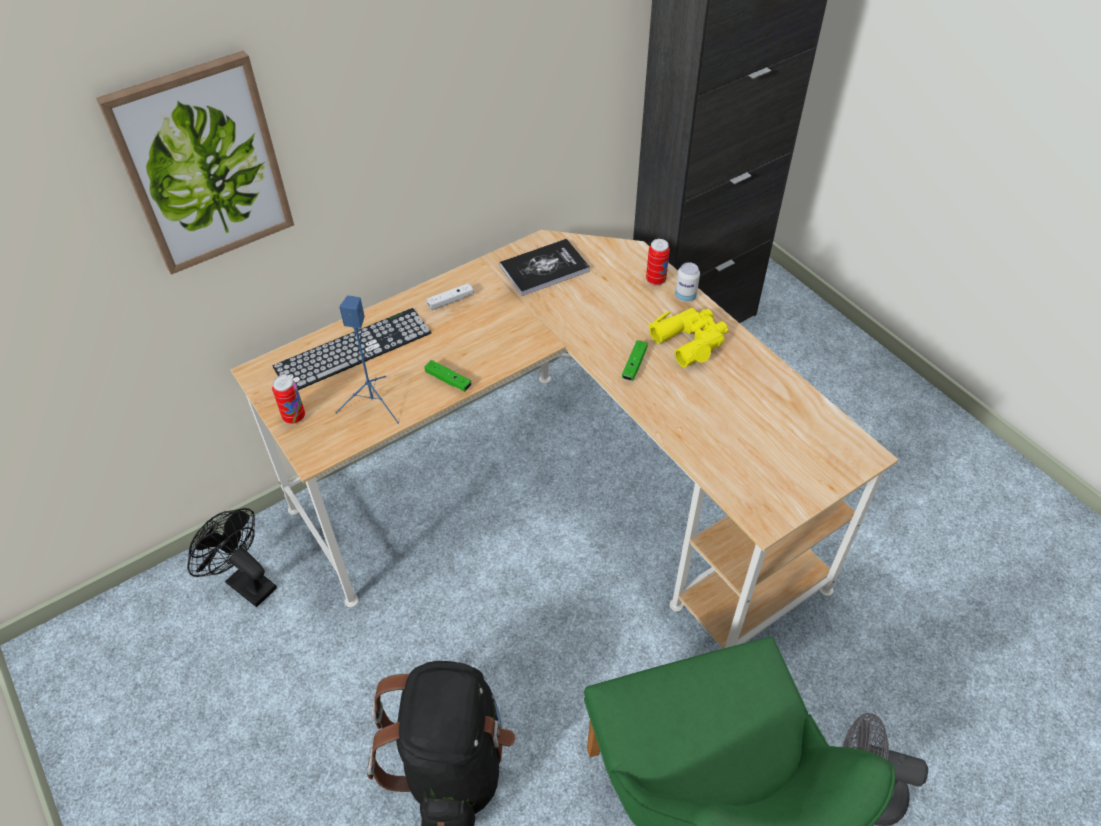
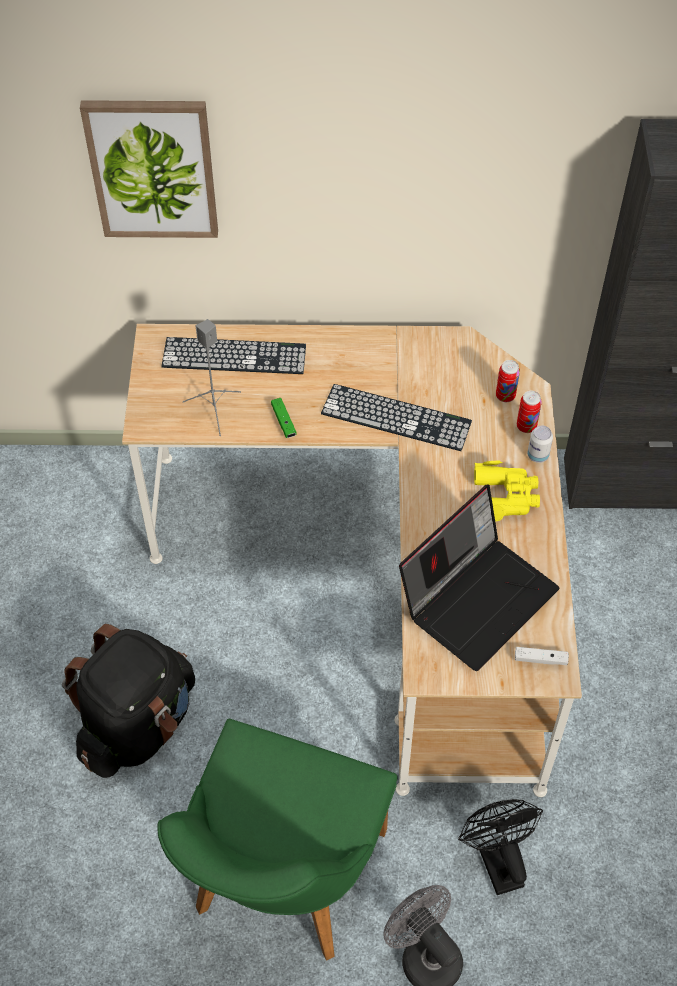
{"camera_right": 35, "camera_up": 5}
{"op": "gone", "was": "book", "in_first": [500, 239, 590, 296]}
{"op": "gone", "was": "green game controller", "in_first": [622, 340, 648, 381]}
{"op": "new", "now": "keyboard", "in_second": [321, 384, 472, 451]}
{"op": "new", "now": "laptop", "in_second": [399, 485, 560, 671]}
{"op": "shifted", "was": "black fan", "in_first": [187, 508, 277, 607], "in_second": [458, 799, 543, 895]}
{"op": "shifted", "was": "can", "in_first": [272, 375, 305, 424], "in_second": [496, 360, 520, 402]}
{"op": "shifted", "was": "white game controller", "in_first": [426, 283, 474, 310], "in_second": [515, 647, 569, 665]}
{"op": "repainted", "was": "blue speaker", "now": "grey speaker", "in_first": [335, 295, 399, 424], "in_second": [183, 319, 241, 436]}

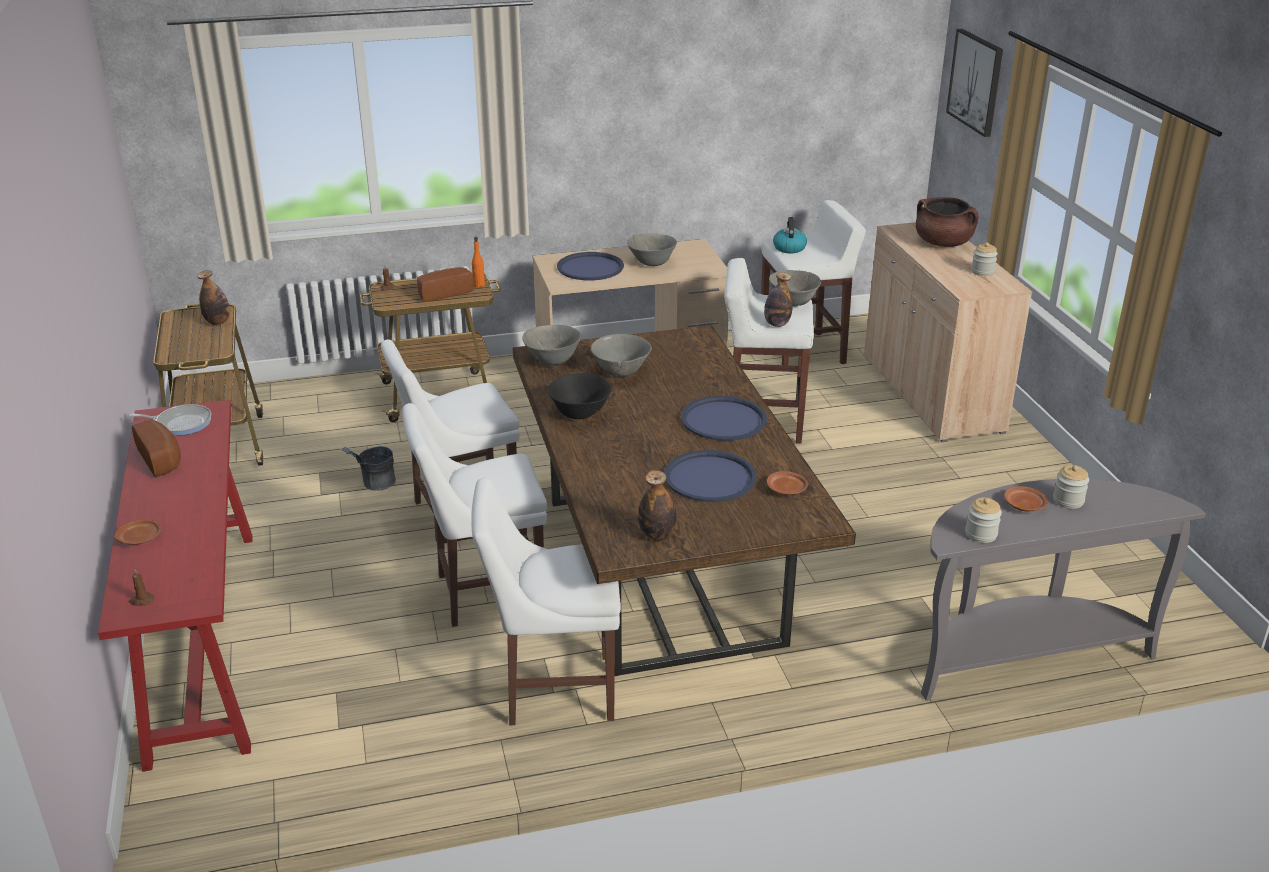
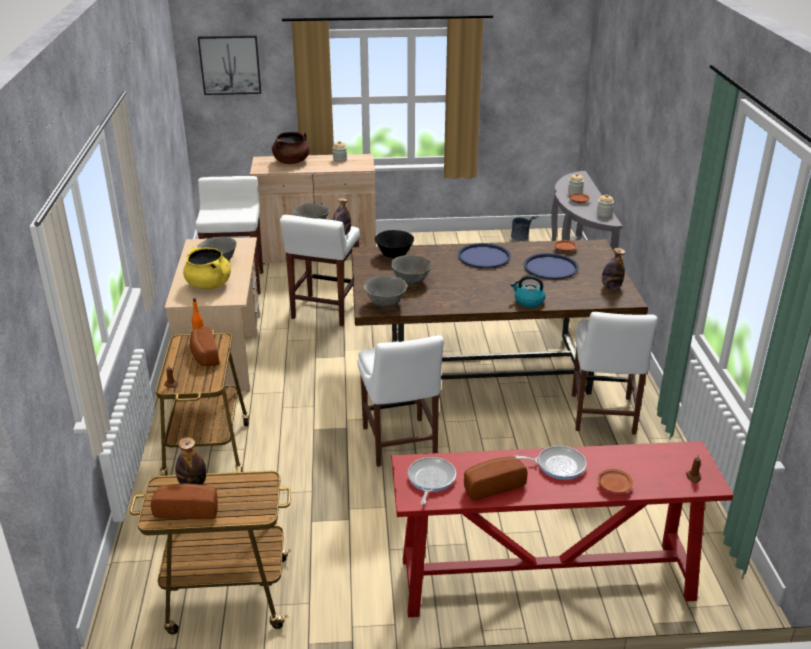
{"camera_right": -80, "camera_up": 0}
{"op": "gone", "was": "white chair", "in_first": [402, 403, 547, 627]}
{"op": "new", "now": "bread", "in_second": [151, 484, 218, 519]}
{"op": "new", "now": "frying pan", "in_second": [514, 446, 586, 480]}
{"op": "shifted", "was": "grey bucket", "in_first": [342, 446, 396, 491], "in_second": [511, 215, 539, 241]}
{"op": "shifted", "was": "black bowl", "in_first": [548, 373, 611, 419], "in_second": [375, 230, 414, 258]}
{"op": "shifted", "was": "kettle", "in_first": [773, 217, 807, 253], "in_second": [511, 275, 546, 308]}
{"op": "swapped", "was": "blue tray", "now": "yellow cooking pot", "in_first": [557, 252, 624, 280], "in_second": [183, 248, 231, 290]}

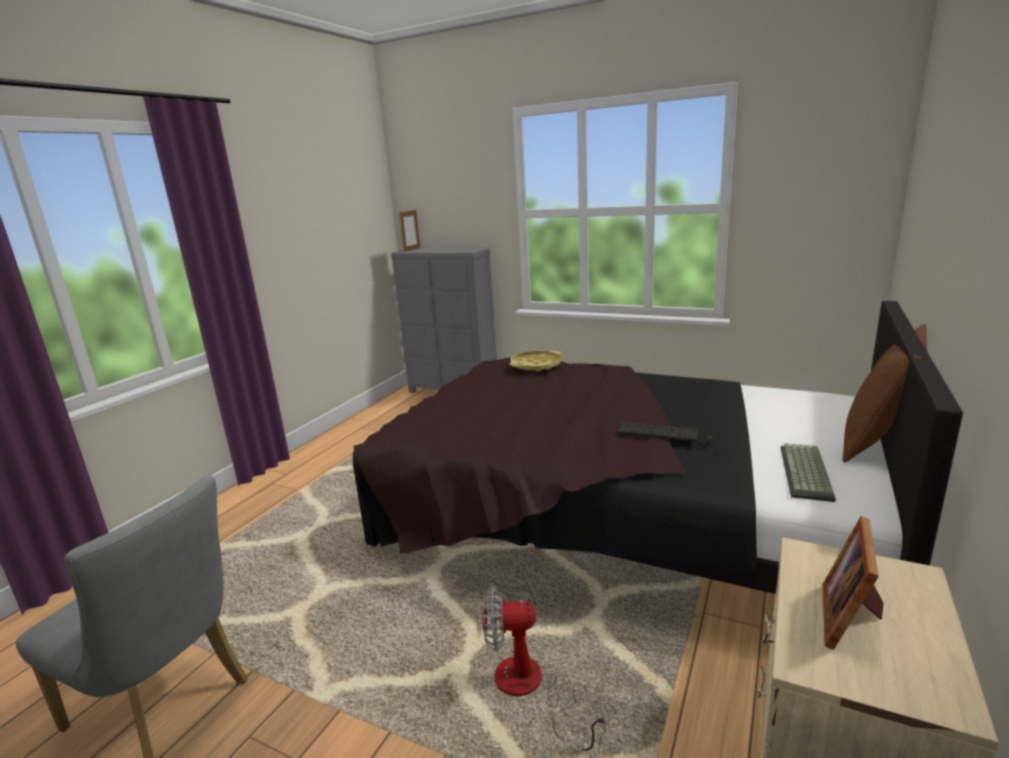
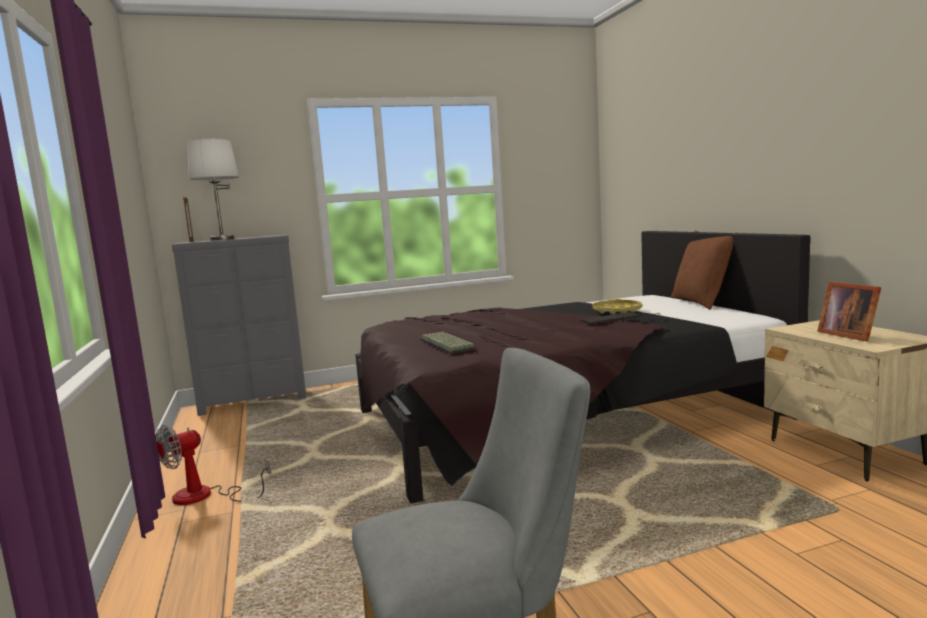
{"camera_right": -45, "camera_up": -10}
{"op": "new", "now": "white table lamp", "in_second": [187, 139, 239, 241]}
{"op": "shifted", "was": "fan", "in_first": [482, 585, 605, 751], "in_second": [156, 425, 271, 505]}
{"op": "shifted", "was": "yellow tray", "in_first": [510, 351, 562, 372], "in_second": [592, 299, 643, 314]}
{"op": "shifted", "was": "keyboard", "in_first": [781, 443, 836, 502], "in_second": [420, 332, 476, 354]}

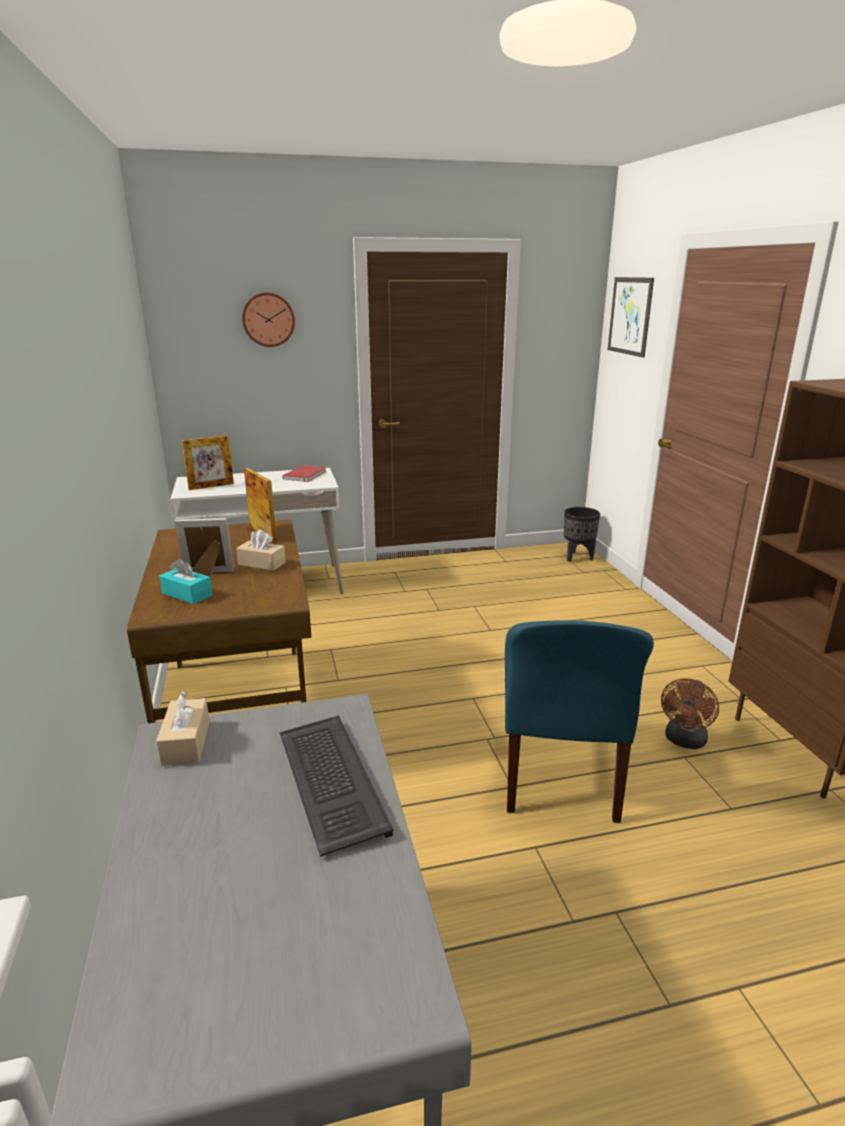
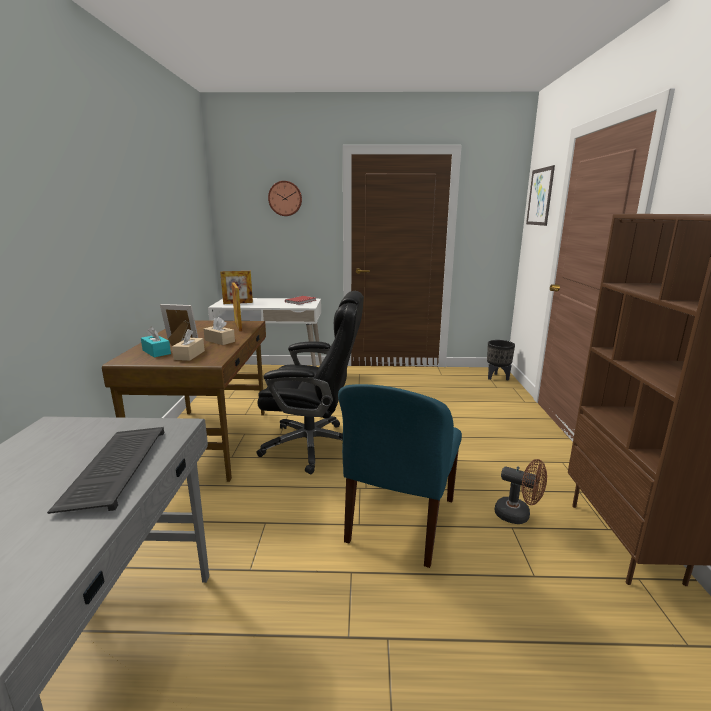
{"camera_right": 15, "camera_up": -5}
{"op": "new", "now": "black office chair", "in_second": [257, 291, 364, 474]}
{"op": "shifted", "was": "beige tissue box", "in_first": [156, 691, 210, 766], "in_second": [172, 329, 205, 361]}
{"op": "rotated", "was": "brown fan", "in_first": [661, 678, 719, 749], "in_second": [495, 459, 547, 524], "clockwise": -105}

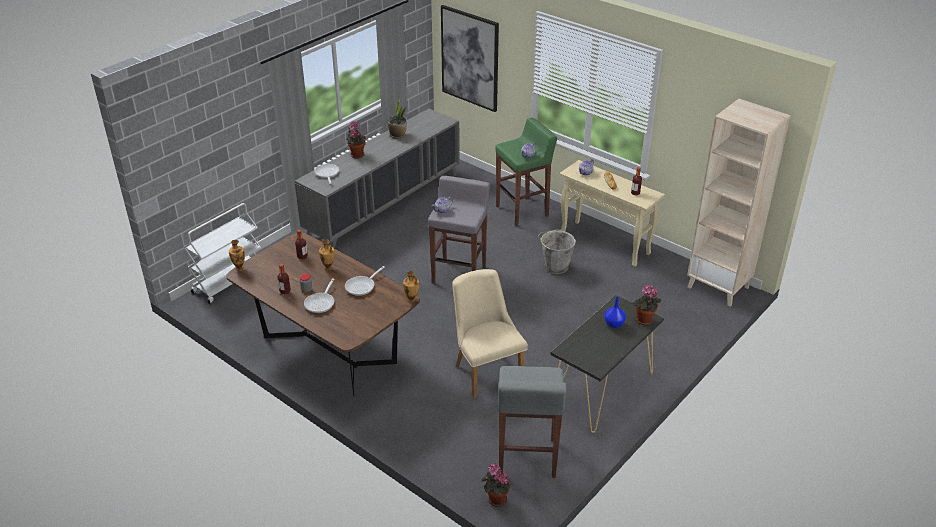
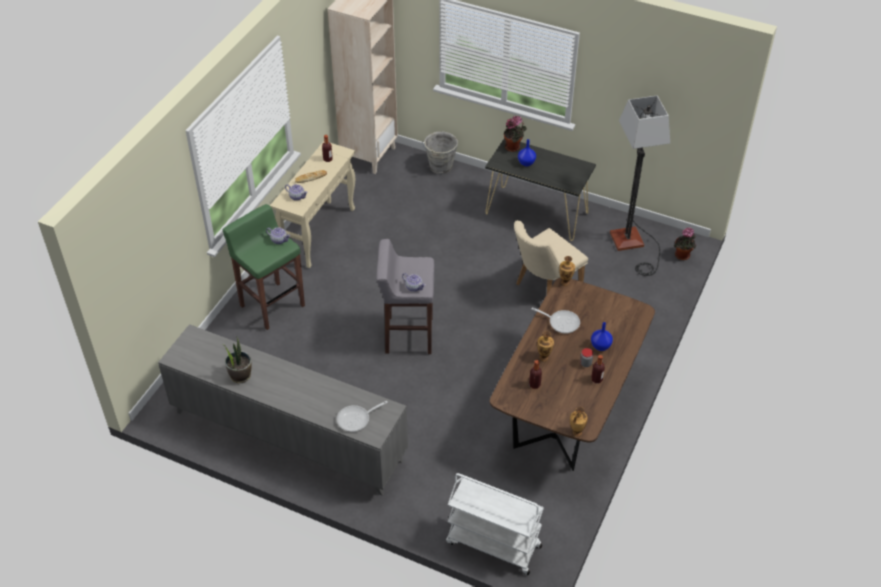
{"camera_right": -105, "camera_up": 10}
{"op": "gone", "was": "potted plant", "in_first": [346, 121, 366, 159]}
{"op": "gone", "was": "picture", "in_first": [441, 5, 499, 112]}
{"op": "shifted", "was": "grey bucket", "in_first": [538, 229, 576, 274], "in_second": [422, 132, 458, 174]}
{"op": "swapped", "was": "frying pan", "now": "blue vase", "in_first": [304, 278, 334, 313], "in_second": [591, 322, 613, 351]}
{"op": "swapped", "was": "grey stool", "now": "floor lamp", "in_first": [498, 366, 566, 478], "in_second": [610, 96, 670, 276]}

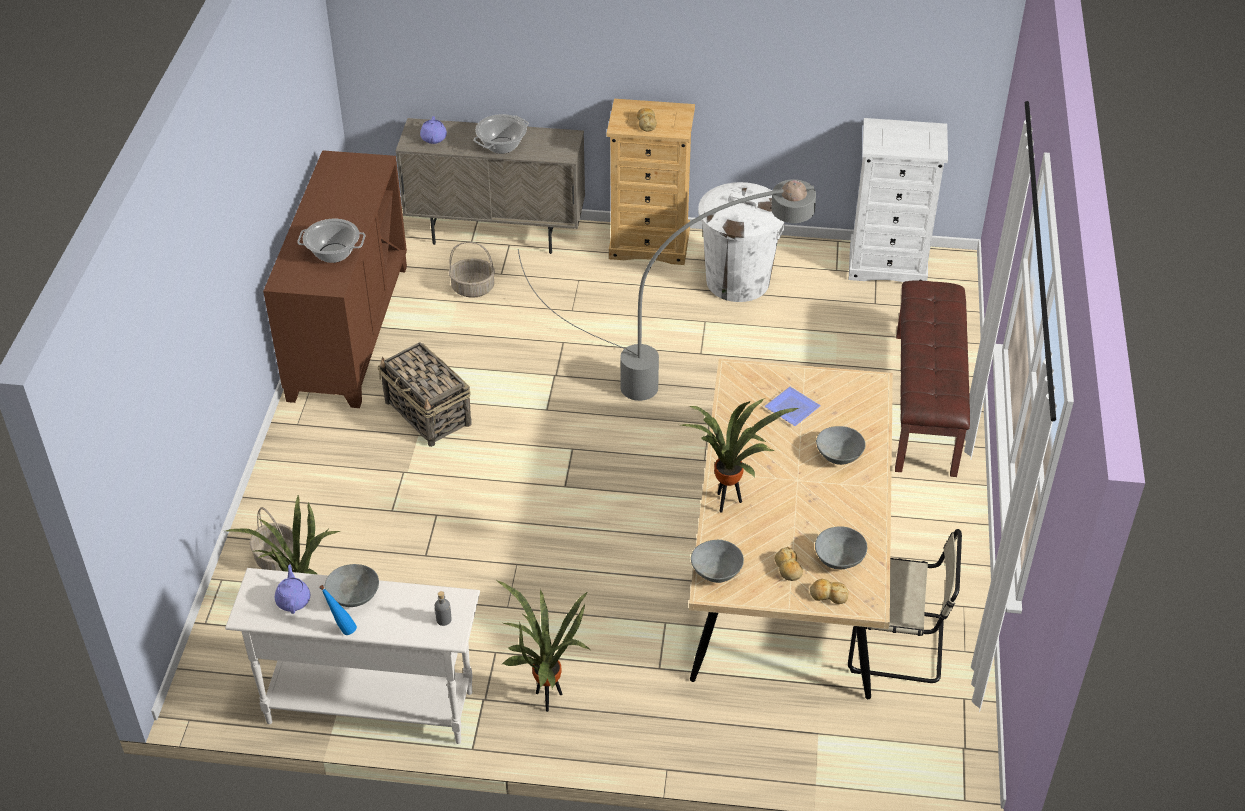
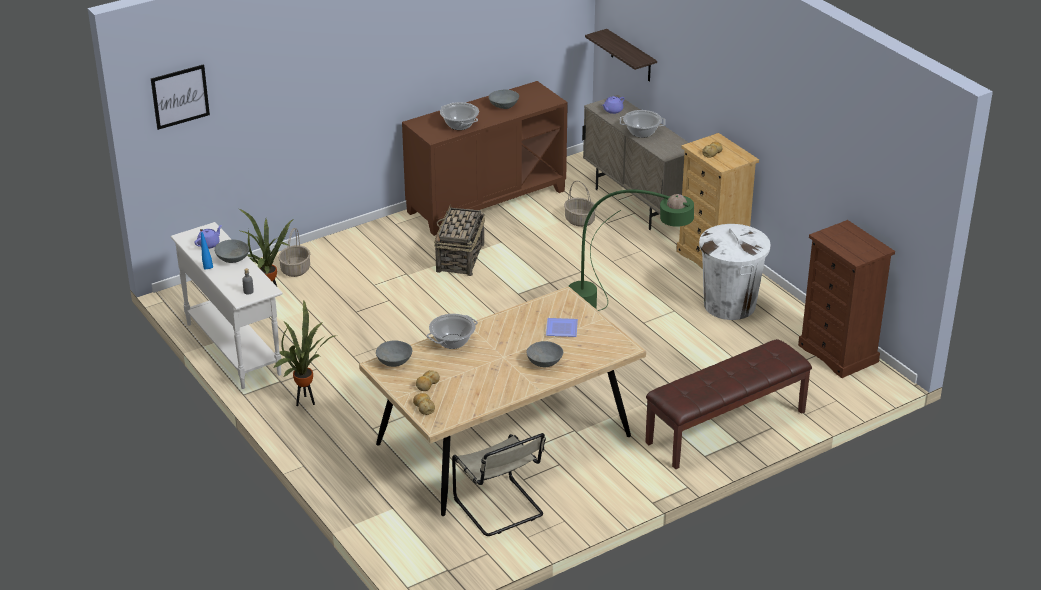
{"camera_right": 50, "camera_up": -10}
{"op": "new", "now": "picture", "in_second": [151, 64, 210, 130]}
{"op": "new", "now": "shelf", "in_second": [585, 29, 657, 82]}
{"op": "shifted", "was": "grey bowl", "in_first": [815, 526, 867, 569], "in_second": [489, 90, 519, 109]}
{"op": "swapped", "was": "potted plant", "now": "cooking pot", "in_first": [681, 398, 799, 513], "in_second": [427, 314, 478, 349]}
{"op": "repainted", "was": "grey floor lamp", "now": "green floor lamp", "in_first": [518, 179, 816, 401], "in_second": [569, 190, 694, 311]}
{"op": "repainted", "was": "white dresser", "now": "brown dresser", "in_first": [849, 118, 948, 282], "in_second": [798, 220, 895, 378]}

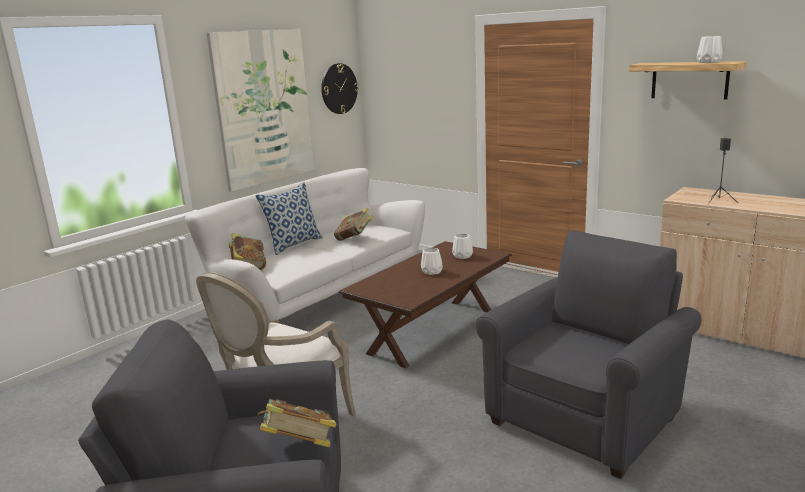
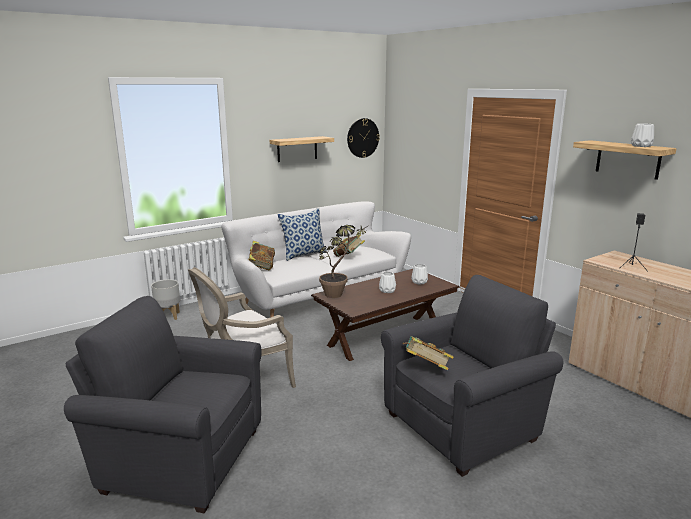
{"camera_right": 15, "camera_up": 0}
{"op": "new", "now": "grey planter", "in_second": [151, 280, 180, 320]}
{"op": "new", "now": "potted plant", "in_second": [319, 225, 369, 298]}
{"op": "shifted", "was": "book", "in_first": [257, 399, 336, 447], "in_second": [403, 336, 454, 370]}
{"op": "swapped", "was": "picture", "now": "shelf", "in_first": [206, 29, 314, 192], "in_second": [270, 136, 334, 162]}

